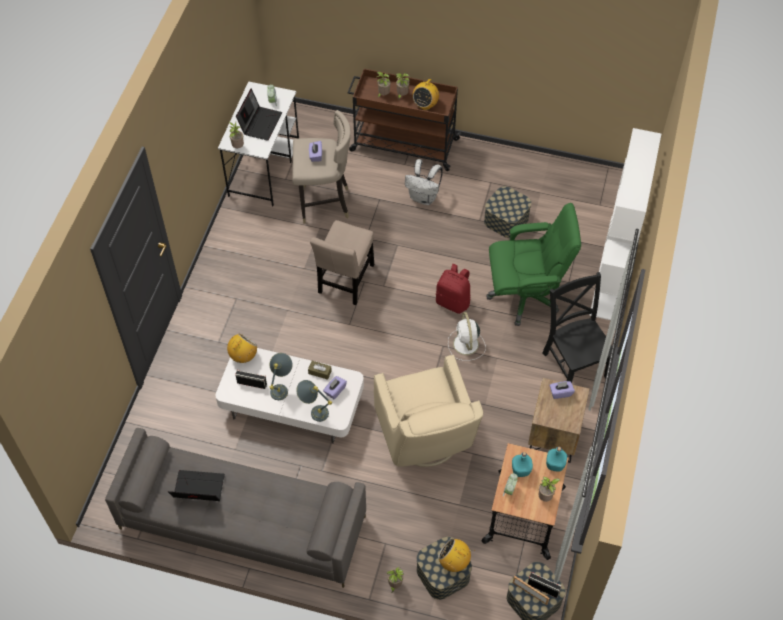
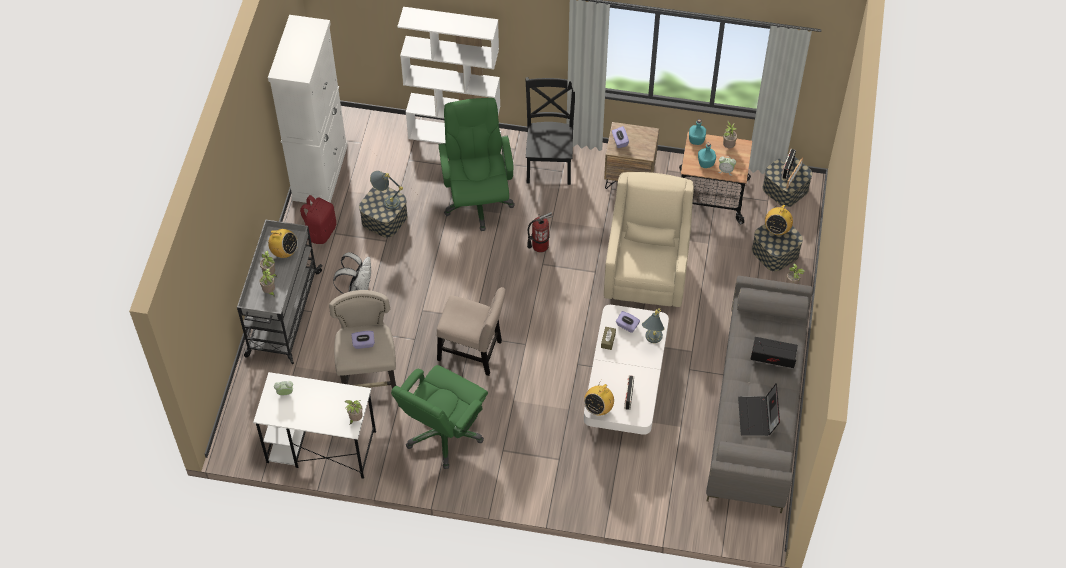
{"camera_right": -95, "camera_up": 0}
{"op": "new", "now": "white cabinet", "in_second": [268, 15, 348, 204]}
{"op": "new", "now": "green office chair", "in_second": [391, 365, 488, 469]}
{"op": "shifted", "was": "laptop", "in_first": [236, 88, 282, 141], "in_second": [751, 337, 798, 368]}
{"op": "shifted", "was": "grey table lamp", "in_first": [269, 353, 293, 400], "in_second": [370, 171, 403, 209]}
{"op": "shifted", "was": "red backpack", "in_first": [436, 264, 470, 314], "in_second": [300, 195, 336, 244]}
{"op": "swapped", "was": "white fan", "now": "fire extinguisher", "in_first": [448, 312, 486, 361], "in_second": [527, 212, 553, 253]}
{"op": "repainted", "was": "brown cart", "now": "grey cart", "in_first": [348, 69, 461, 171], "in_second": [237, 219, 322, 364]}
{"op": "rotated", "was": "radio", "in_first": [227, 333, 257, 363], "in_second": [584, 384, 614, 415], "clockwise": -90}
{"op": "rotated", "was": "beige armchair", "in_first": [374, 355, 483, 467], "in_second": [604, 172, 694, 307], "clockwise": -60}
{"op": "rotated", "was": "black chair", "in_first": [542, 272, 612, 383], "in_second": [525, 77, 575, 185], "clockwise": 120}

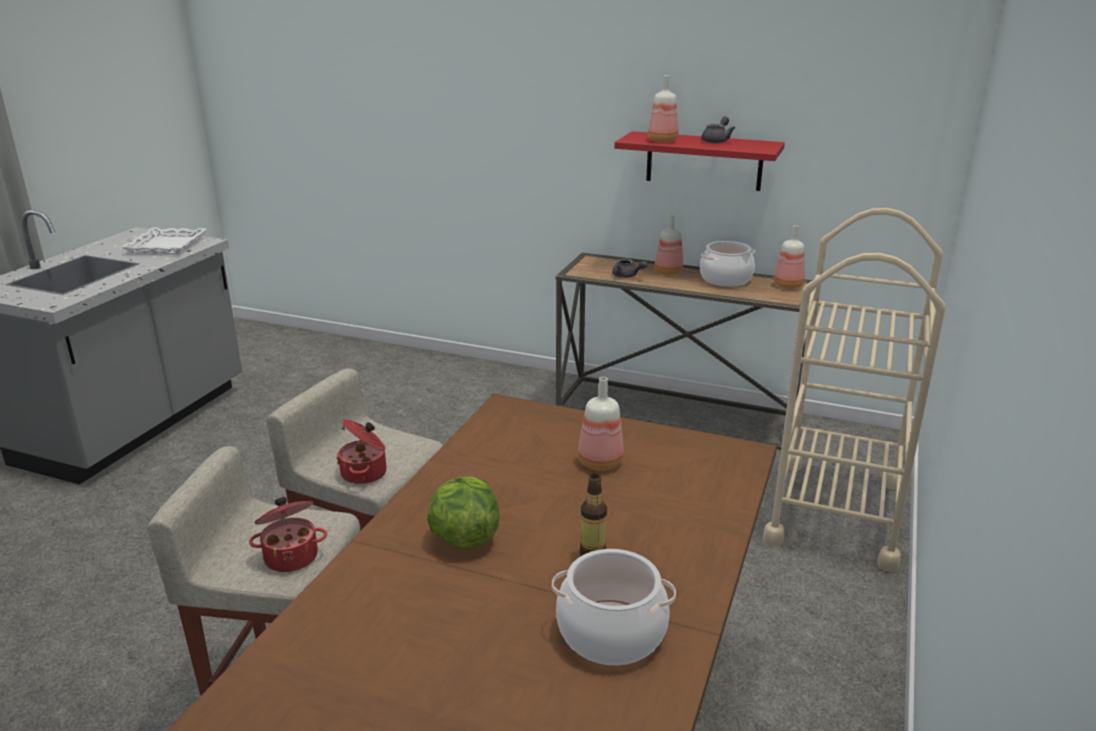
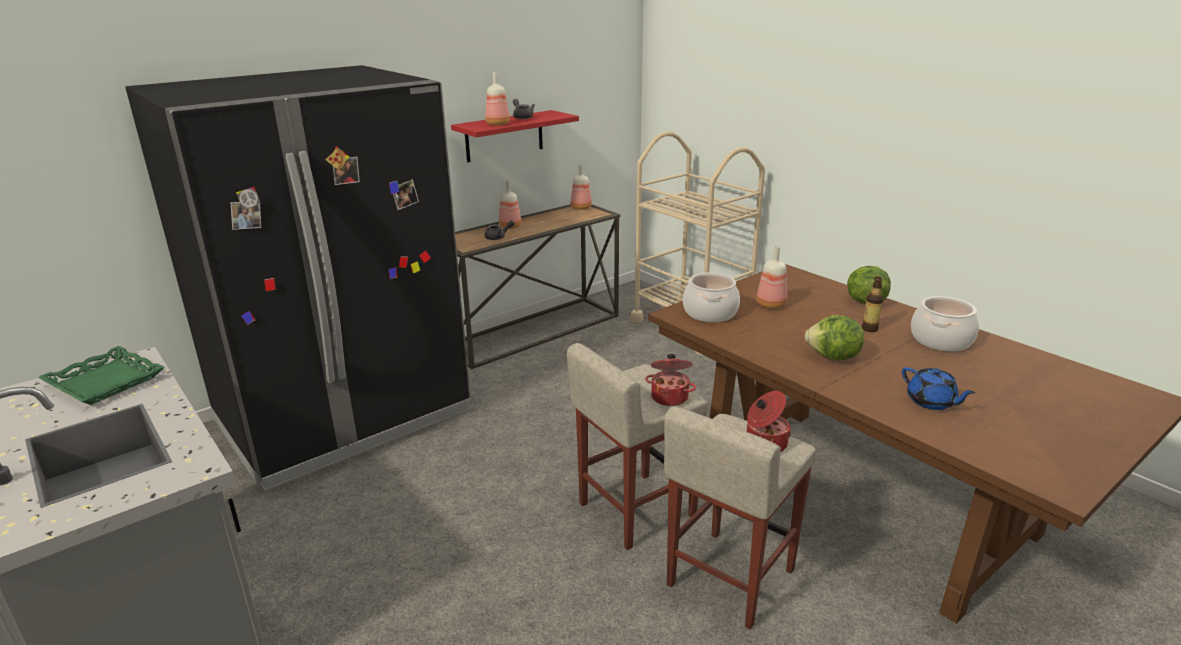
{"camera_right": -60, "camera_up": 0}
{"op": "new", "now": "black fridge", "in_second": [125, 65, 470, 491]}
{"op": "new", "now": "lettuce", "in_second": [847, 266, 891, 304]}
{"op": "new", "now": "blue teapot", "in_second": [902, 367, 976, 410]}
{"op": "shifted", "was": "cooking pot", "in_first": [700, 241, 755, 286], "in_second": [683, 273, 740, 322]}
{"op": "repainted", "was": "white tray", "now": "green tray", "in_first": [122, 227, 207, 254], "in_second": [38, 346, 164, 405]}

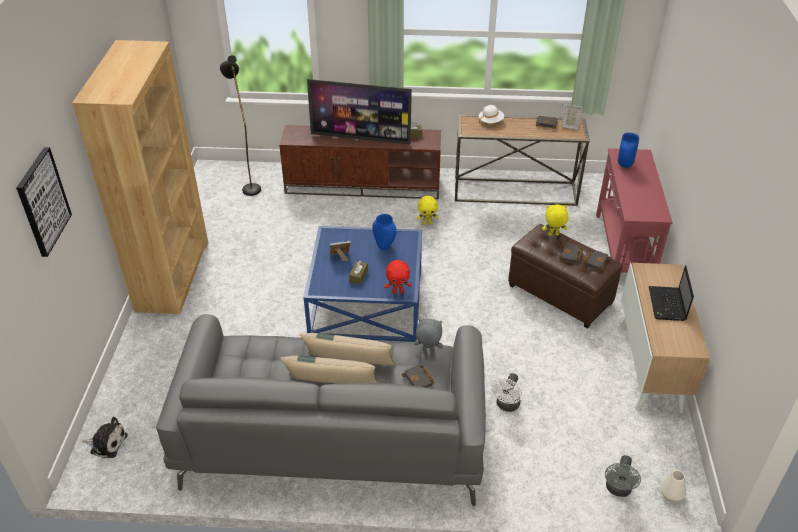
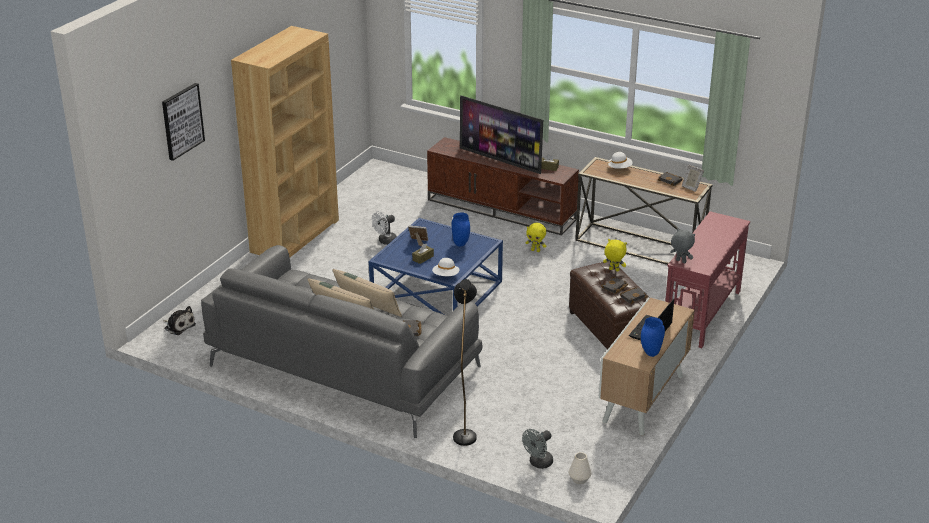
{"camera_right": 25, "camera_up": -10}
{"op": "shifted", "was": "black floor lamp", "in_first": [220, 55, 261, 196], "in_second": [453, 279, 477, 446]}
{"op": "shifted", "was": "grey plush toy", "in_first": [414, 319, 443, 353], "in_second": [670, 228, 695, 263]}
{"op": "shifted", "was": "white fan", "in_first": [491, 373, 522, 412], "in_second": [372, 211, 397, 245]}
{"op": "shifted", "was": "blue vase", "in_first": [618, 133, 639, 168], "in_second": [641, 317, 665, 357]}
{"op": "swapped", "was": "red plush toy", "now": "white hat", "in_first": [385, 260, 411, 294], "in_second": [432, 258, 459, 276]}

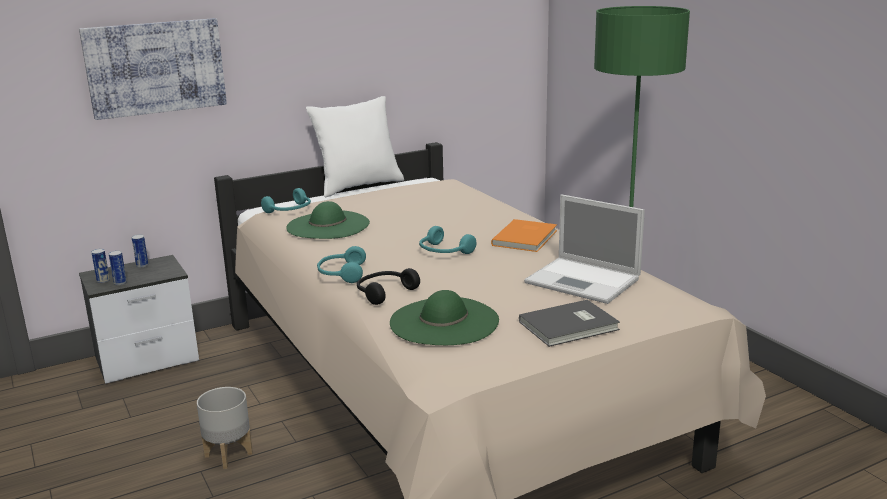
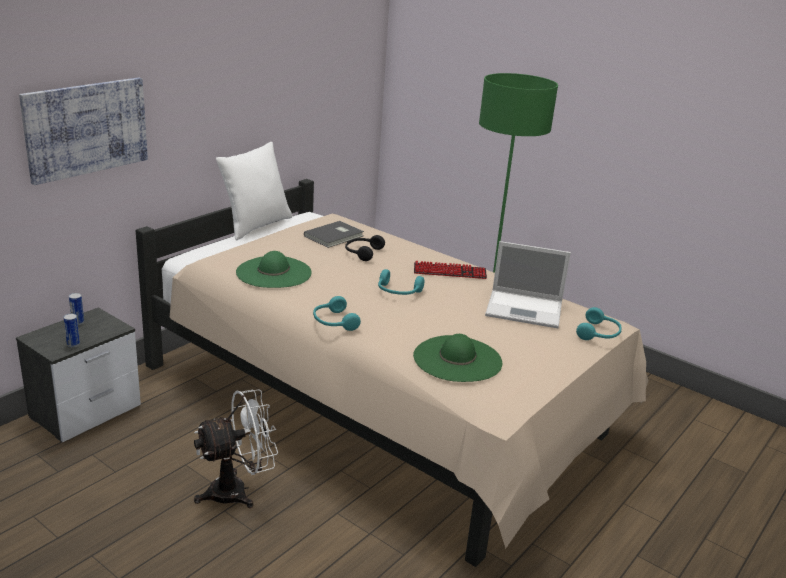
{"camera_right": -25, "camera_up": 5}
{"op": "gone", "was": "can", "in_first": [91, 249, 110, 283]}
{"op": "shifted", "was": "turquoise headphones", "in_first": [261, 188, 311, 213], "in_second": [576, 307, 622, 340]}
{"op": "shifted", "was": "black headphones", "in_first": [357, 268, 420, 305], "in_second": [345, 235, 385, 261]}
{"op": "shifted", "was": "grey book", "in_first": [519, 300, 620, 347], "in_second": [304, 221, 364, 248]}
{"op": "swapped", "was": "grey planter", "now": "white fan", "in_first": [197, 387, 253, 469], "in_second": [194, 389, 278, 508]}
{"op": "swapped", "was": "orange book", "now": "keyboard", "in_first": [491, 219, 557, 252], "in_second": [414, 261, 487, 279]}

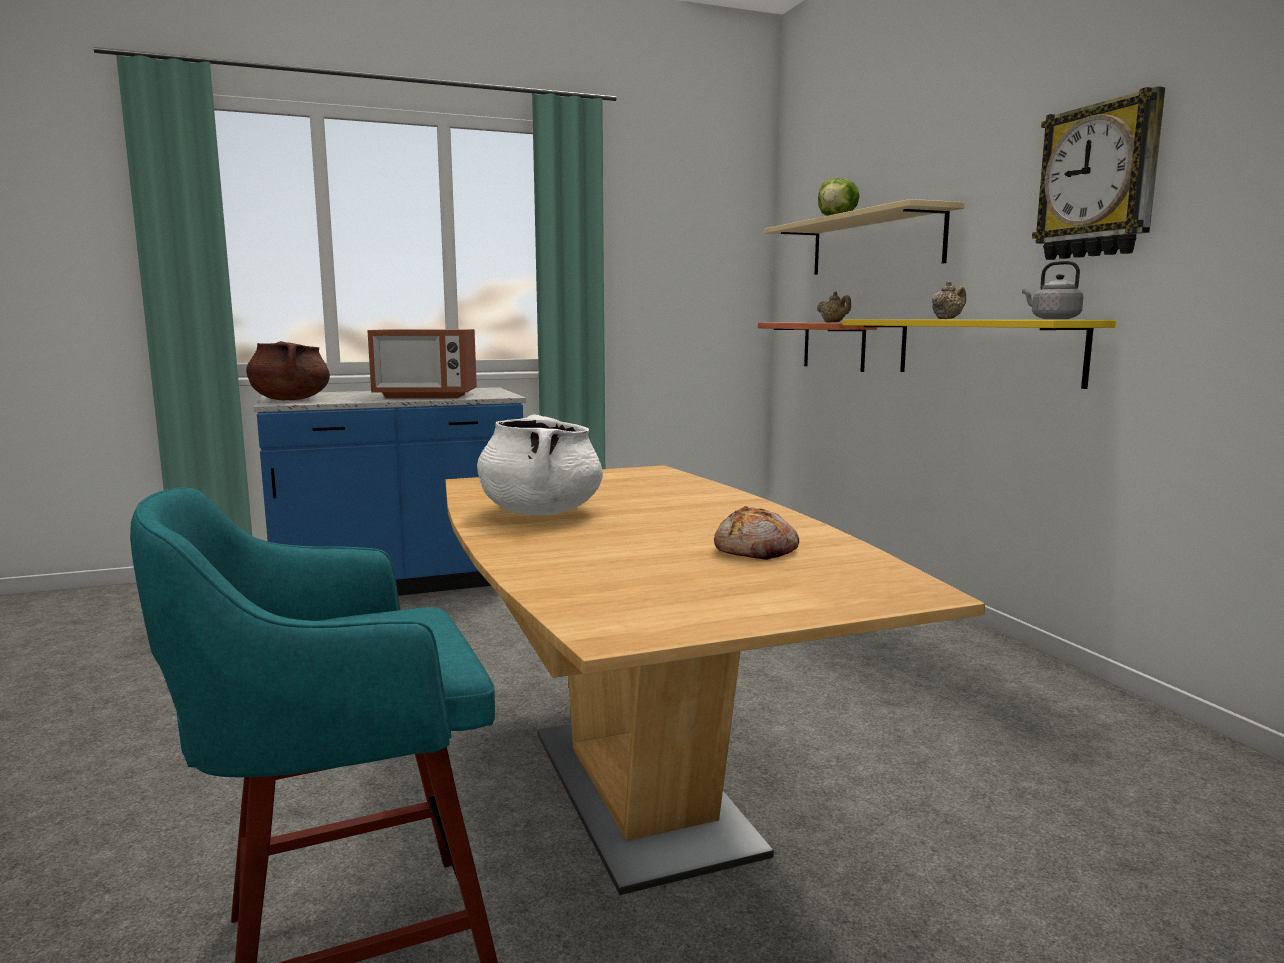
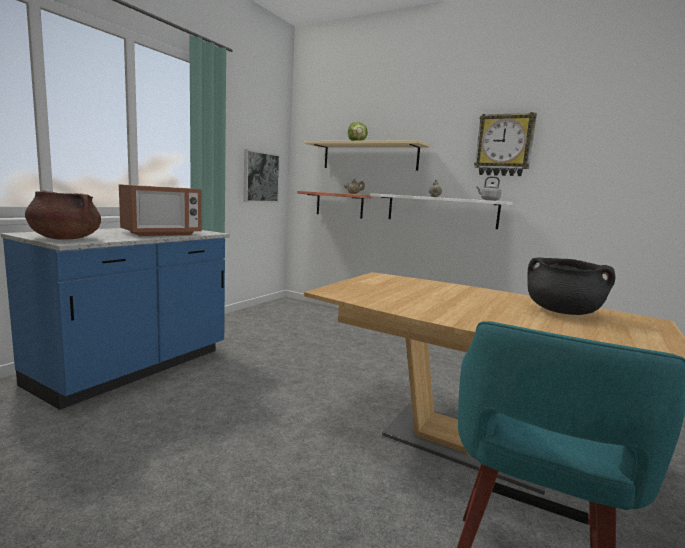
{"camera_right": -40, "camera_up": 0}
{"op": "gone", "was": "white cooking pot", "in_first": [477, 414, 603, 516]}
{"op": "new", "now": "picture", "in_second": [243, 149, 280, 203]}
{"op": "swapped", "was": "bread", "now": "black cooking pot", "in_first": [714, 506, 799, 560], "in_second": [527, 258, 616, 315]}
{"op": "repainted", "was": "yellow shelf", "now": "white shelf", "in_first": [842, 319, 1116, 389], "in_second": [370, 193, 513, 229]}

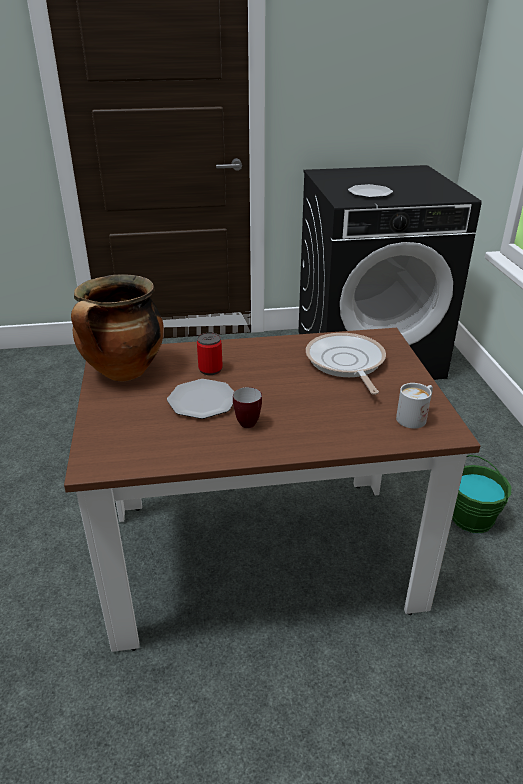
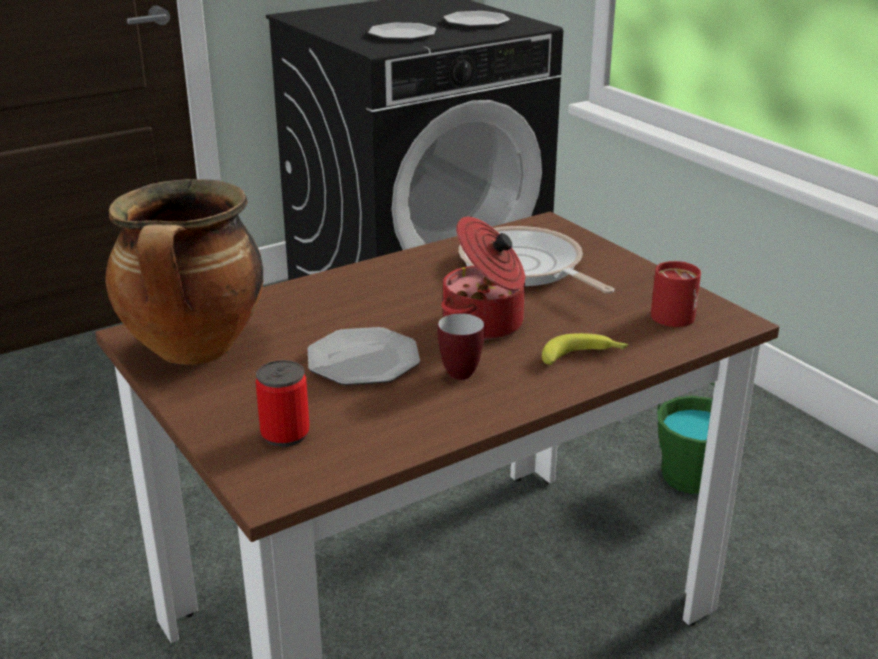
{"camera_right": -25, "camera_up": -5}
{"op": "new", "now": "cooking pot", "in_second": [441, 216, 526, 340]}
{"op": "new", "now": "plate", "in_second": [443, 11, 510, 27]}
{"op": "new", "now": "banana", "in_second": [542, 333, 629, 365]}
{"op": "shifted", "was": "can", "in_first": [197, 333, 223, 375], "in_second": [256, 360, 310, 447]}
{"op": "repainted", "was": "white mug", "now": "red mug", "in_first": [396, 383, 433, 429], "in_second": [651, 261, 701, 327]}

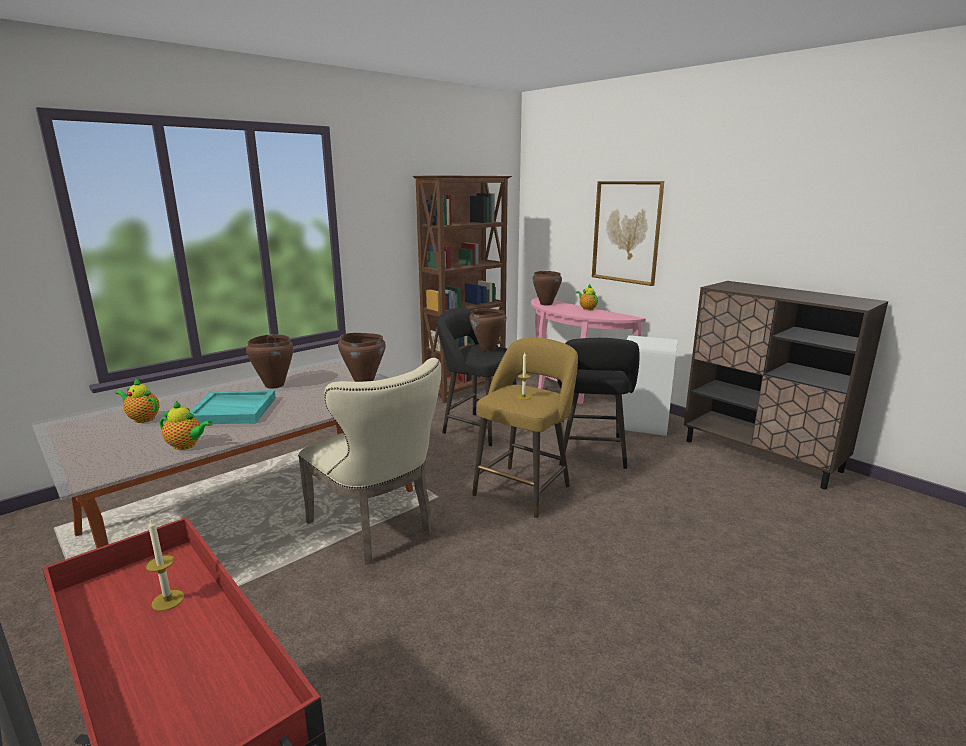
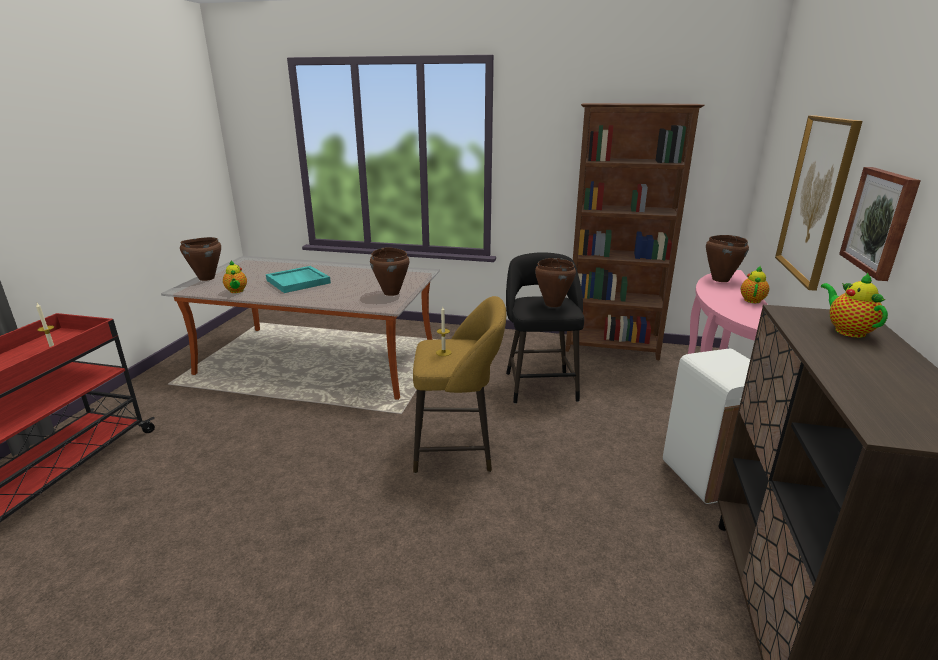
{"camera_right": 55, "camera_up": 5}
{"op": "gone", "was": "beige chair", "in_first": [298, 358, 441, 565]}
{"op": "gone", "was": "black stool", "in_first": [557, 338, 640, 469]}
{"op": "new", "now": "picture", "in_second": [839, 167, 921, 281]}
{"op": "shifted", "was": "teapot", "in_first": [116, 378, 160, 423], "in_second": [821, 272, 888, 338]}
{"op": "shifted", "was": "brown cooking pot", "in_first": [246, 334, 294, 388], "in_second": [180, 237, 221, 281]}

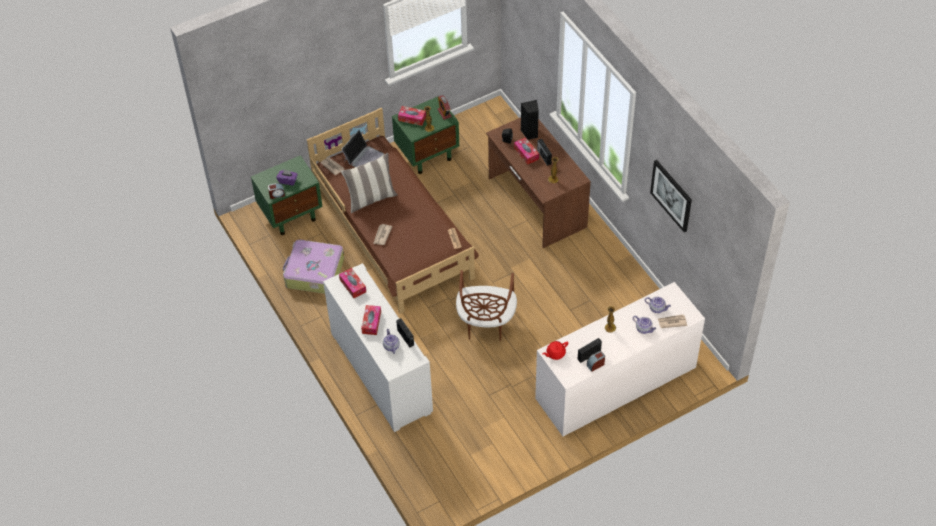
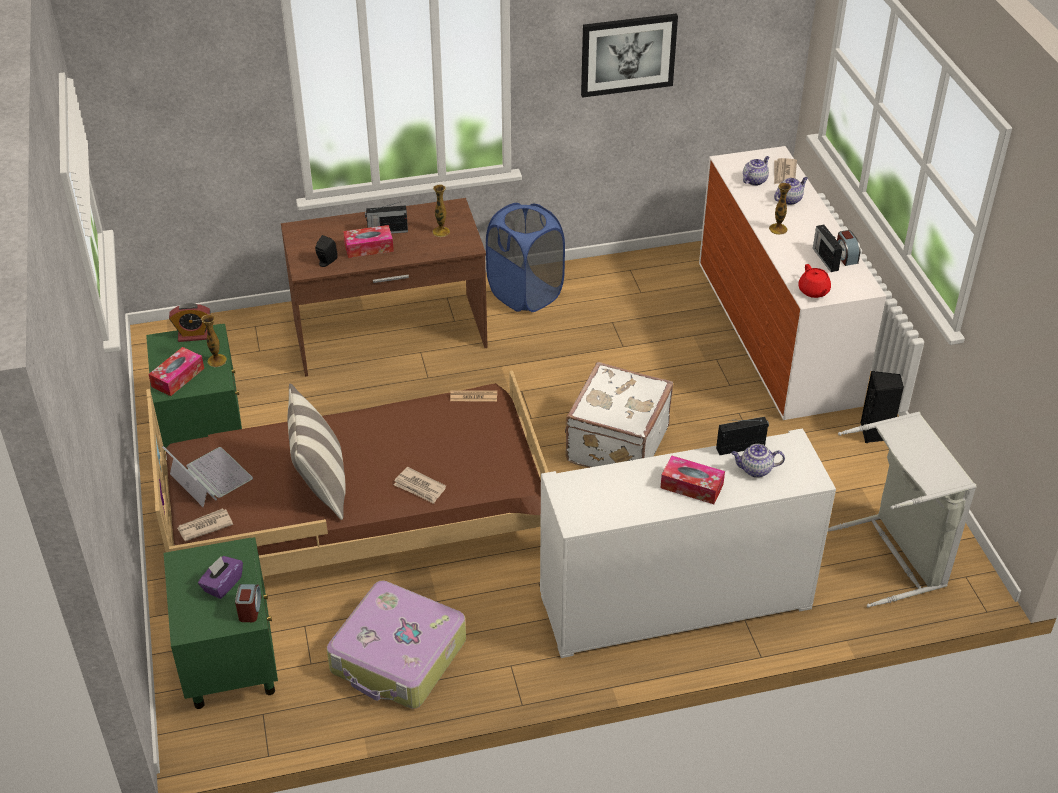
{"camera_right": -75, "camera_up": -10}
{"op": "gone", "was": "tissue box", "in_first": [339, 268, 366, 298]}
{"op": "new", "now": "blue laundry basket", "in_second": [486, 203, 565, 312]}
{"op": "new", "now": "grey laundry basket", "in_second": [827, 412, 977, 608]}
{"op": "shifted", "was": "black speaker", "in_first": [521, 100, 539, 140], "in_second": [861, 371, 904, 443]}
{"op": "swapped", "was": "brown chair", "now": "white suitcase", "in_first": [456, 270, 517, 342], "in_second": [565, 362, 673, 468]}

